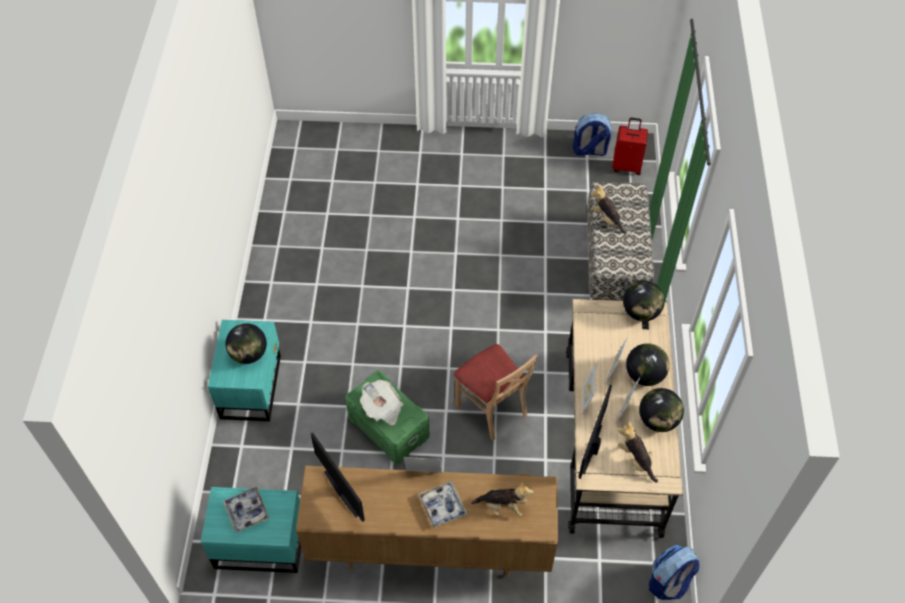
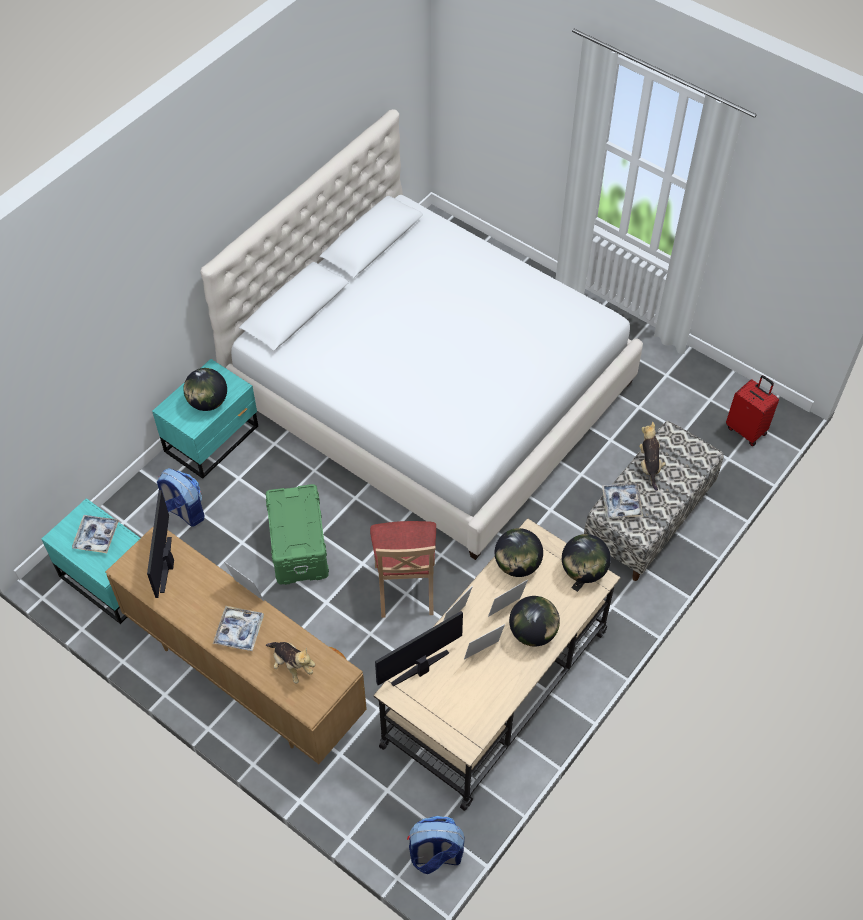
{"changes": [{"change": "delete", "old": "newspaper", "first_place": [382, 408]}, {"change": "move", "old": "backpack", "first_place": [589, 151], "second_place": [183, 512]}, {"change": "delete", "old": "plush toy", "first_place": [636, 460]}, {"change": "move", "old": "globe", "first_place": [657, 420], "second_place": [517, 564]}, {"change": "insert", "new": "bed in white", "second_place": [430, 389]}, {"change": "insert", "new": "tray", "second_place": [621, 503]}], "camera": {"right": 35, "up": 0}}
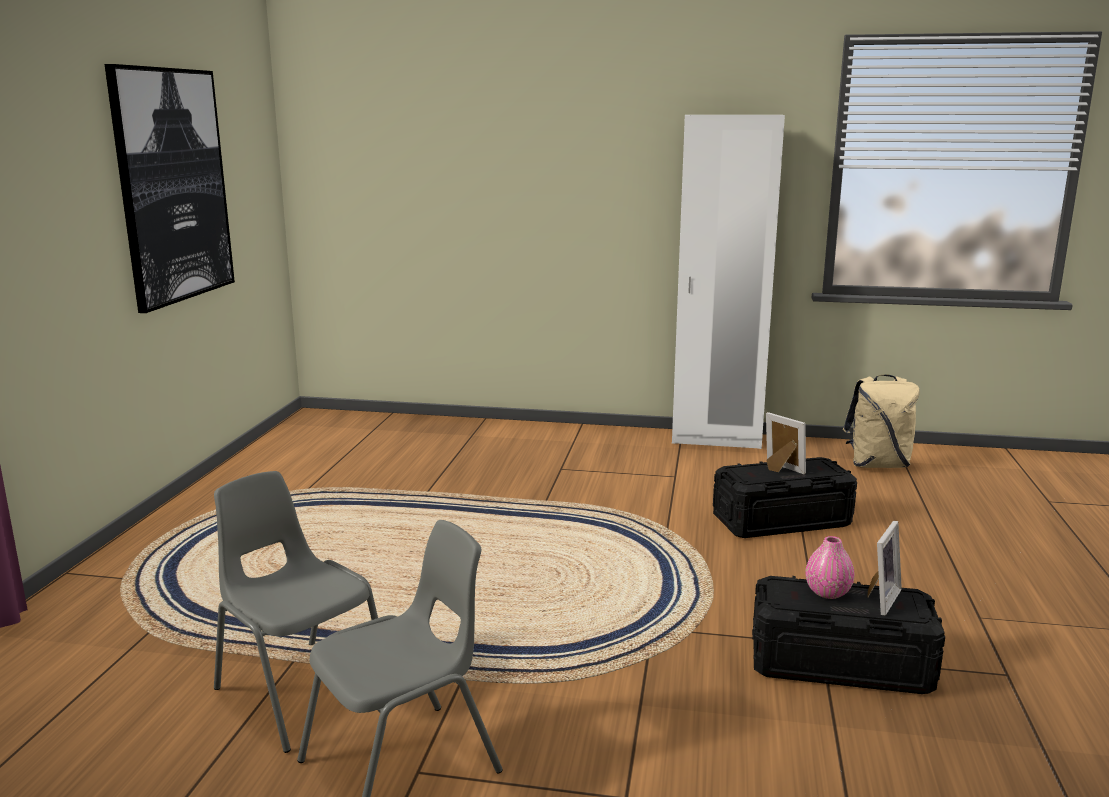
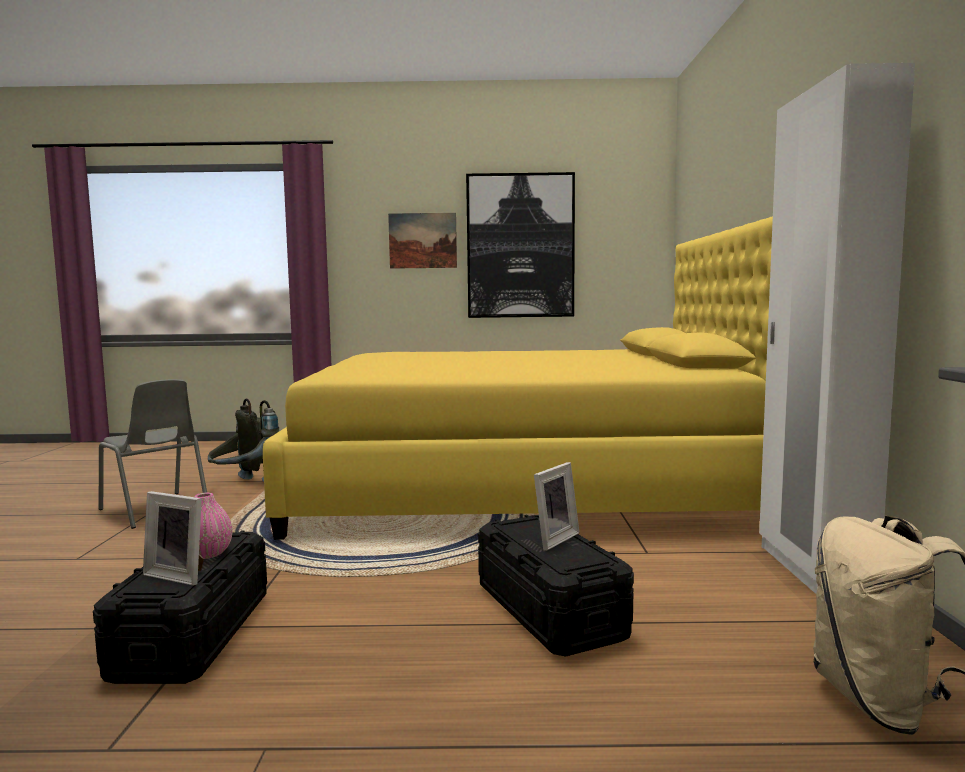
{"changes": [{"change": "replace", "old": "chair in grey", "new": "backpack in grey", "first_place": [301, 691], "second_place": [244, 485]}, {"change": "insert", "new": "bed in yellow", "second_place": [523, 487]}, {"change": "insert", "new": "picture", "second_place": [422, 240]}], "camera": {"right": 80, "up": -10}}
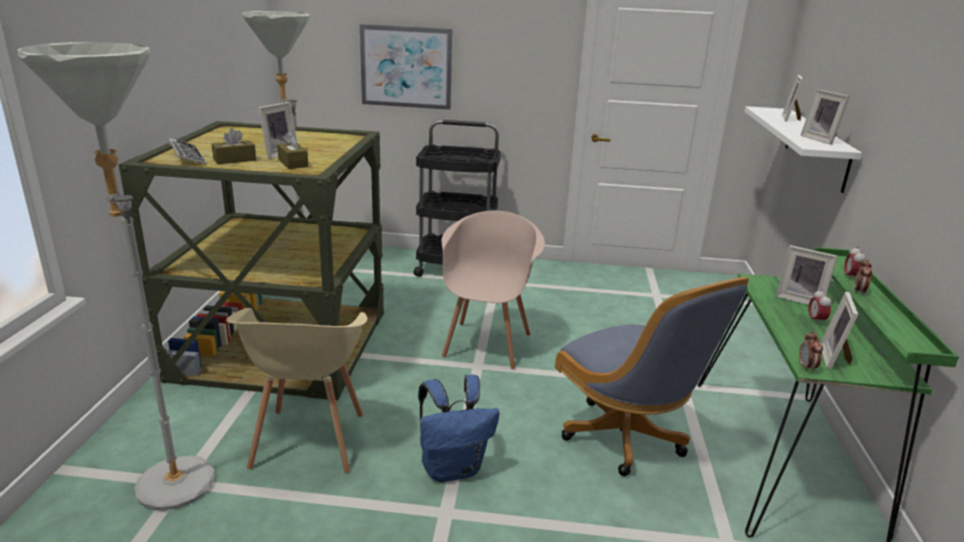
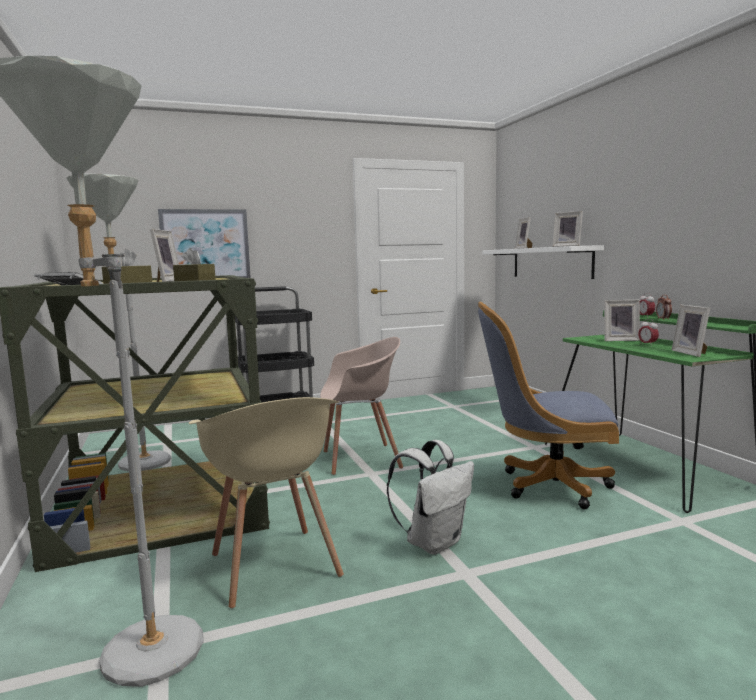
{"changes": [{"change": "recolor", "old": "backpack in blue", "new": "backpack in white", "first_place": [453, 468], "second_place": [434, 542]}, {"change": "rotate", "old": "chair in beige", "first_place": [487, 344], "second_place": [363, 459], "degrees": 90}, {"change": "rotate", "old": "office chair in blue", "first_place": [630, 443], "second_place": [544, 486], "degrees": 150}, {"change": "delete", "old": "alarm clock", "first_place": [806, 367]}], "camera": {"right": -25, "up": -15}}
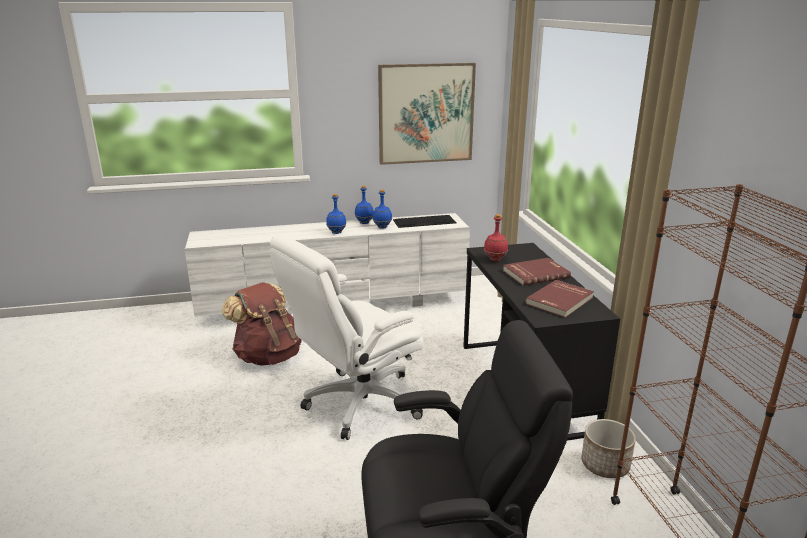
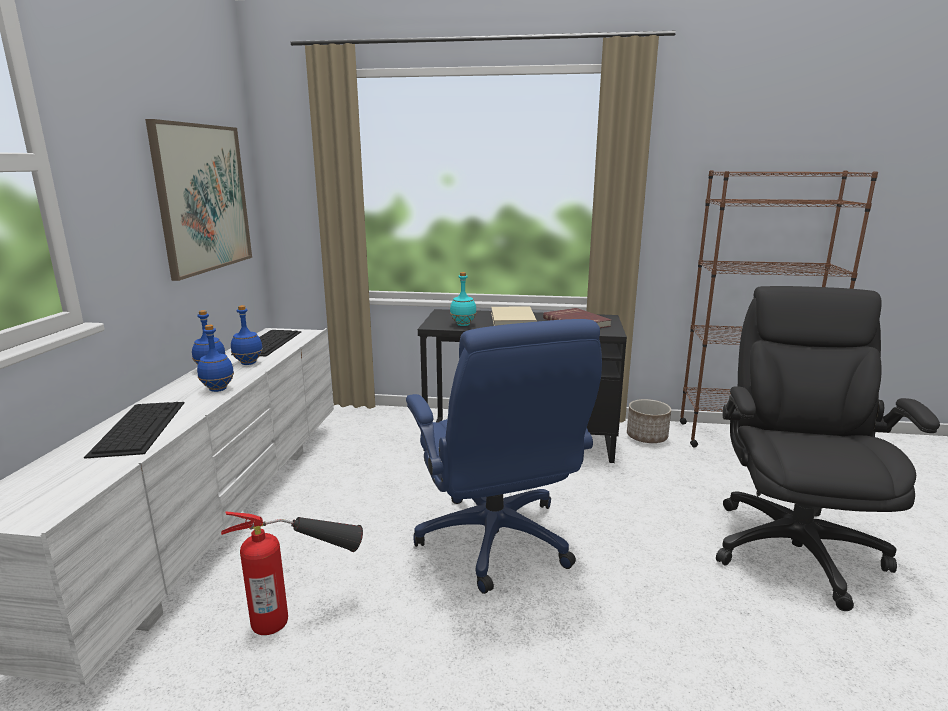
{"changes": [{"change": "replace", "old": "backpack in brown", "new": "fire extinguisher", "first_place": [268, 356], "second_place": [304, 612]}, {"change": "recolor", "old": "office chair in white", "new": "office chair in blue", "first_place": [355, 405], "second_place": [497, 546]}, {"change": "recolor", "old": "bottle in red", "new": "bottle in turquoise", "first_place": [495, 259], "second_place": [463, 325]}, {"change": "recolor", "old": "book in red", "new": "book in beige", "first_place": [535, 273], "second_place": [511, 319]}, {"change": "insert", "new": "keyboard", "second_place": [139, 427]}], "camera": {"right": -70, "up": -5}}
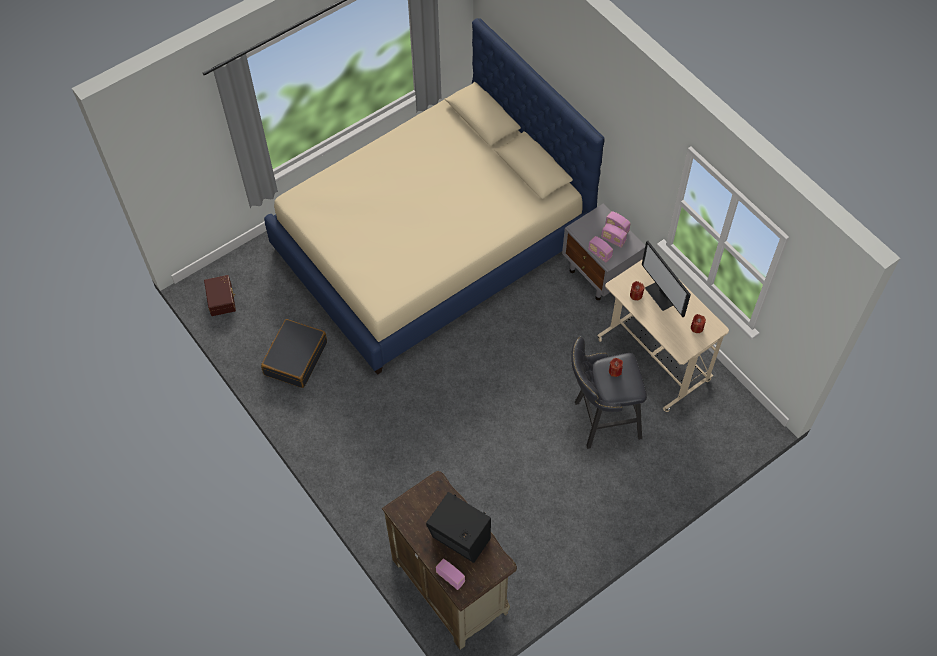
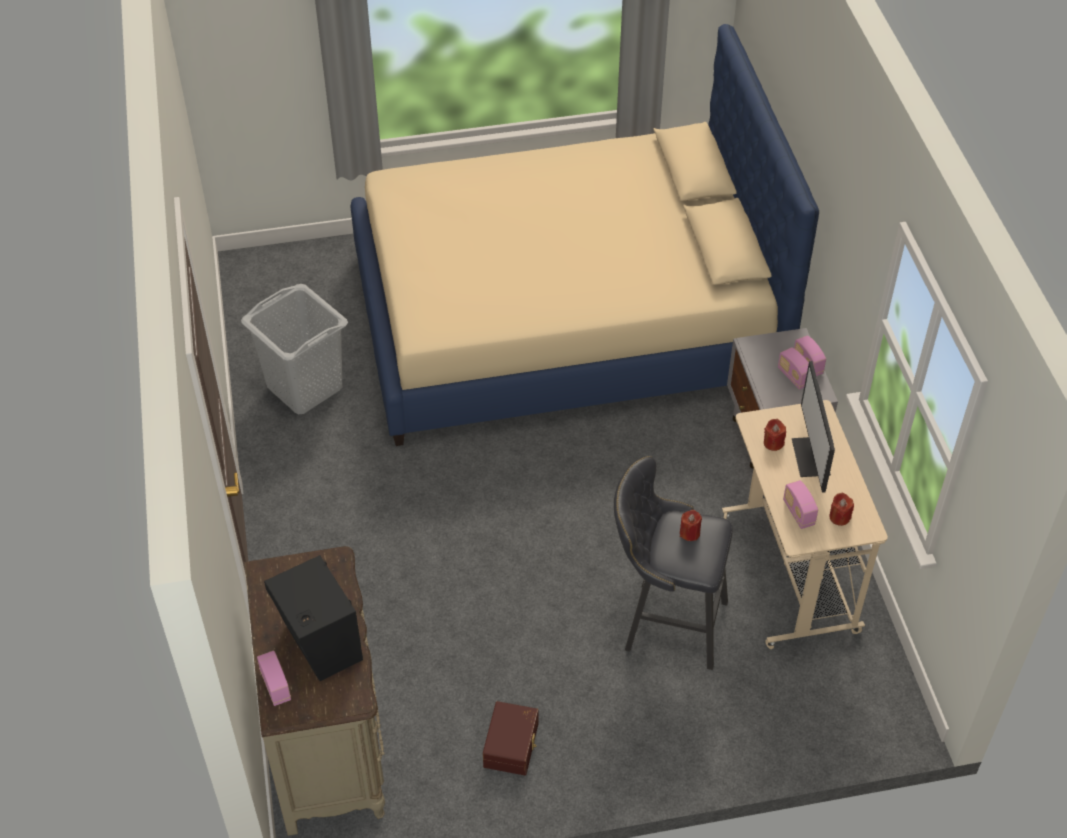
{"changes": [{"change": "move", "old": "storage box in brown", "first_place": [222, 299], "second_place": [512, 745]}, {"change": "replace", "old": "suitcase in black", "new": "laundry basket in grey", "first_place": [295, 358], "second_place": [304, 387]}, {"change": "move", "old": "radio", "first_place": [599, 254], "second_place": [798, 513]}], "camera": {"right": 25, "up": -10}}
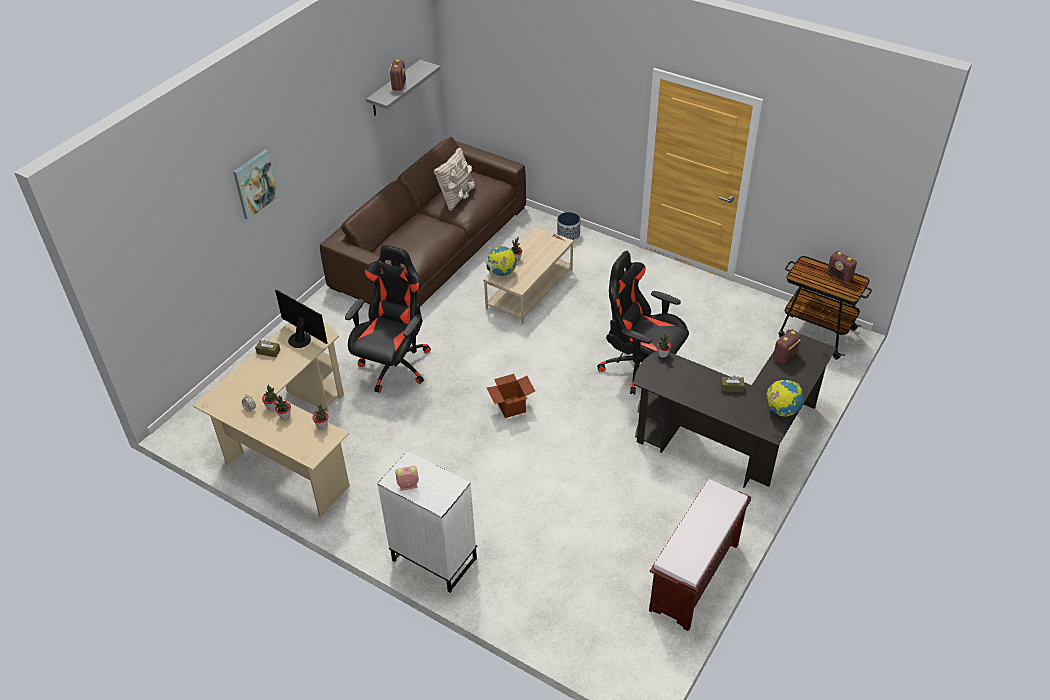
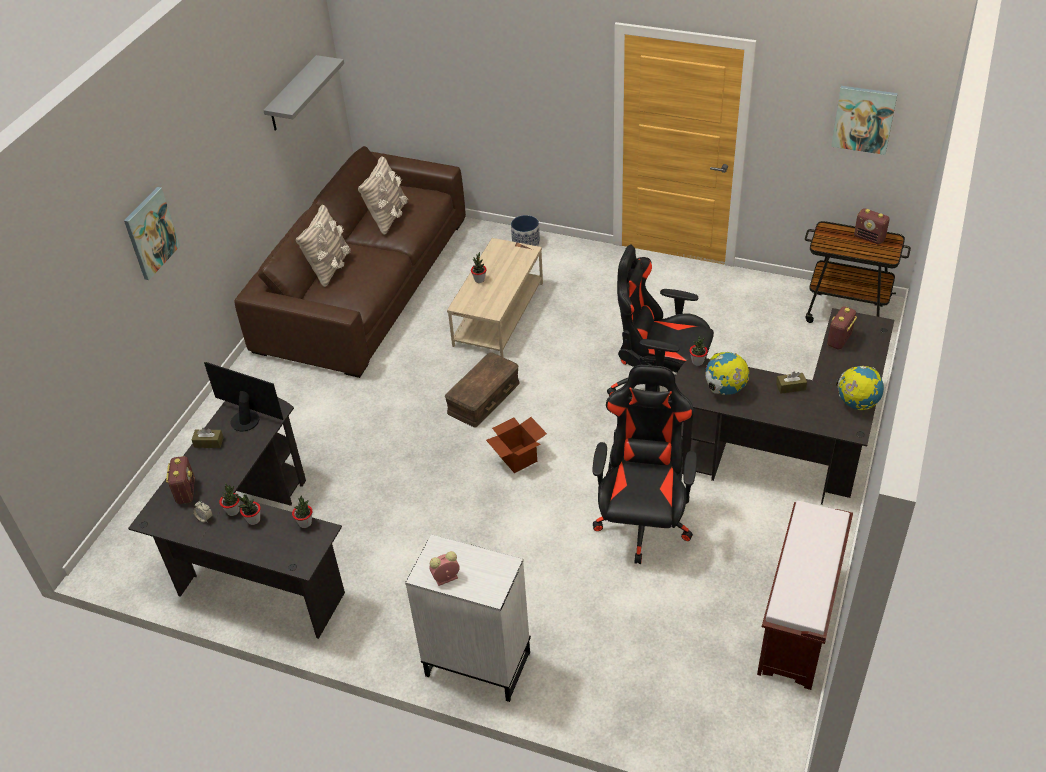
{"changes": [{"change": "recolor", "old": "desk in beige", "new": "desk in black", "first_place": [291, 444], "second_place": [255, 554]}, {"change": "move", "old": "office chair in black", "first_place": [393, 370], "second_place": [642, 527]}, {"change": "move", "old": "radio", "first_place": [399, 85], "second_place": [185, 491]}, {"change": "move", "old": "globe", "first_place": [501, 273], "second_place": [725, 389]}, {"change": "insert", "new": "pillow in beige", "second_place": [330, 268]}, {"change": "insert", "new": "storage box in brown", "second_place": [483, 397]}, {"change": "insert", "new": "picture", "second_place": [863, 119]}], "camera": {"right": -10, "up": 0}}
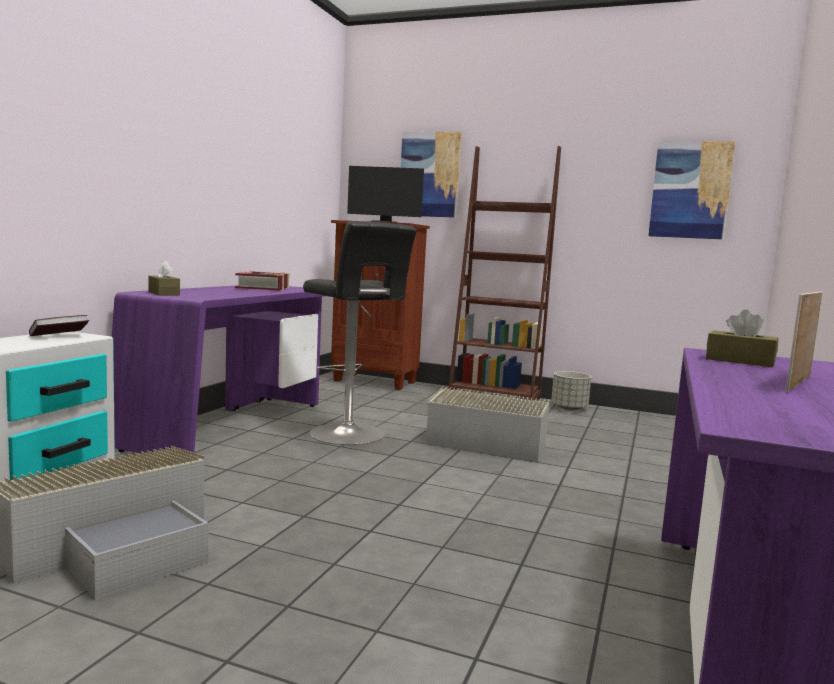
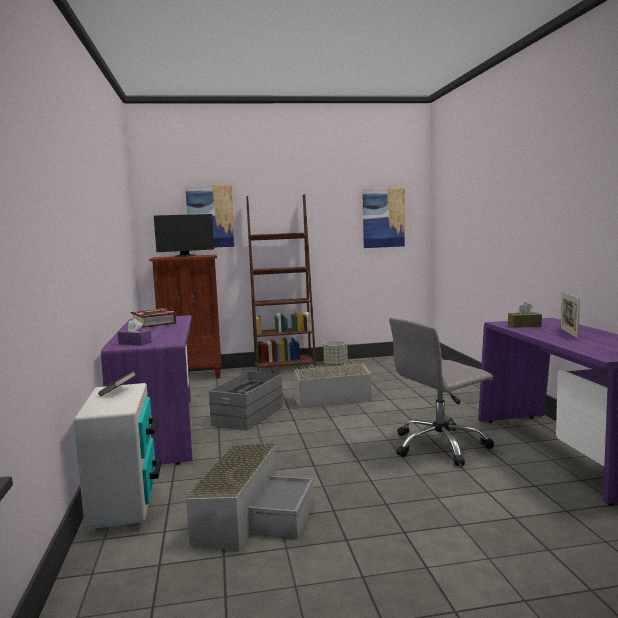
{"changes": [{"change": "recolor", "old": "tissue box in brown", "new": "tissue box in purple", "first_place": [164, 293], "second_place": [135, 343]}, {"change": "replace", "old": "stool in black", "new": "storage box in grey", "first_place": [350, 435], "second_place": [248, 415]}, {"change": "insert", "new": "office chair in grey", "second_place": [440, 446]}], "camera": {"right": -30, "up": 0}}
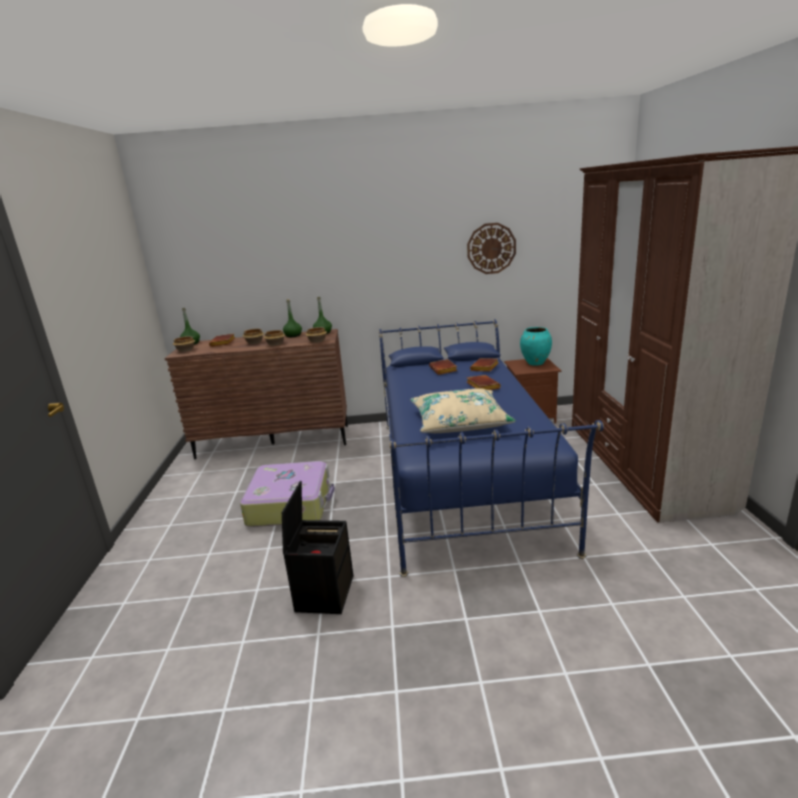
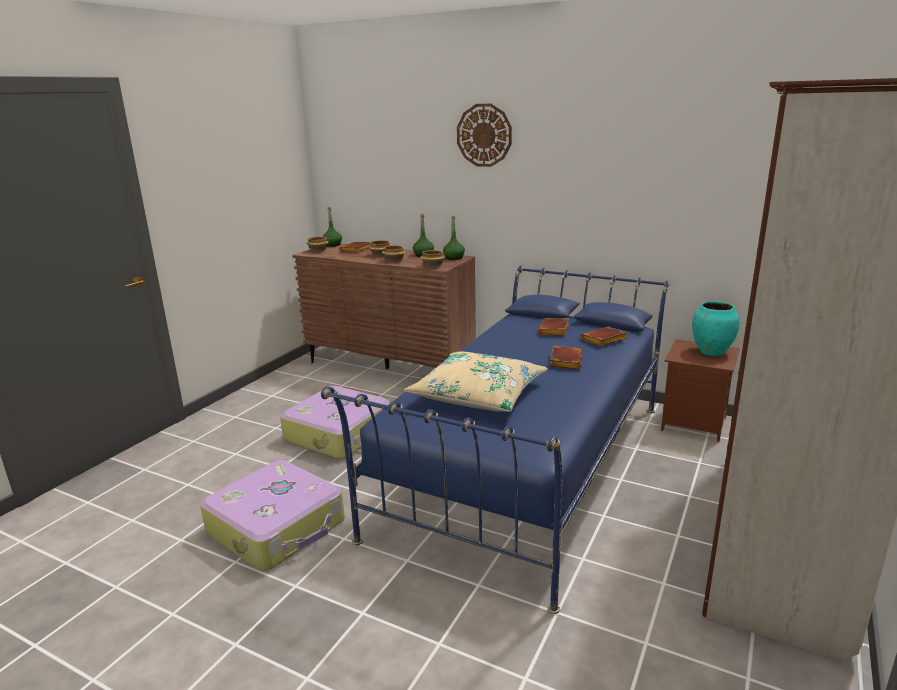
{"changes": [{"change": "replace", "old": "storage box in black", "new": "suitcase", "first_place": [324, 592], "second_place": [278, 527]}, {"change": "move", "old": "wall clock", "first_place": [491, 248], "second_place": [484, 135]}], "camera": {"right": 30, "up": 0}}
